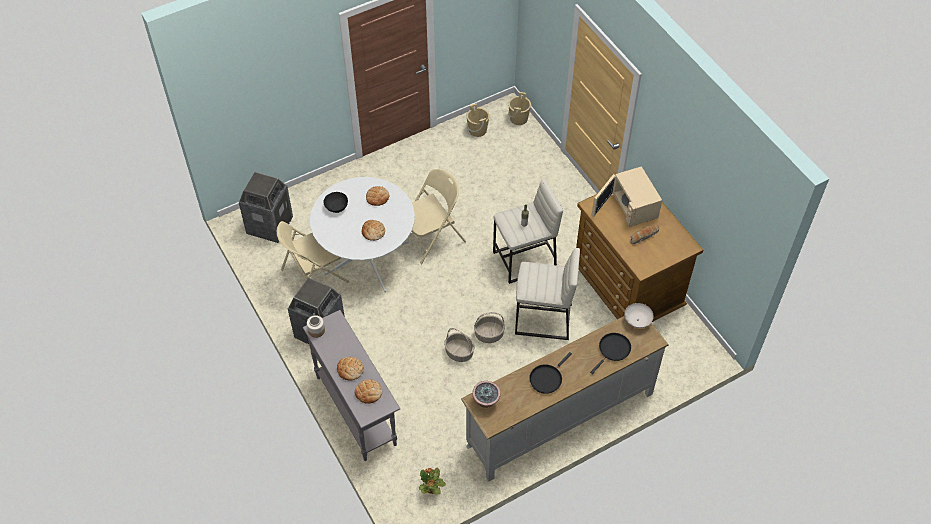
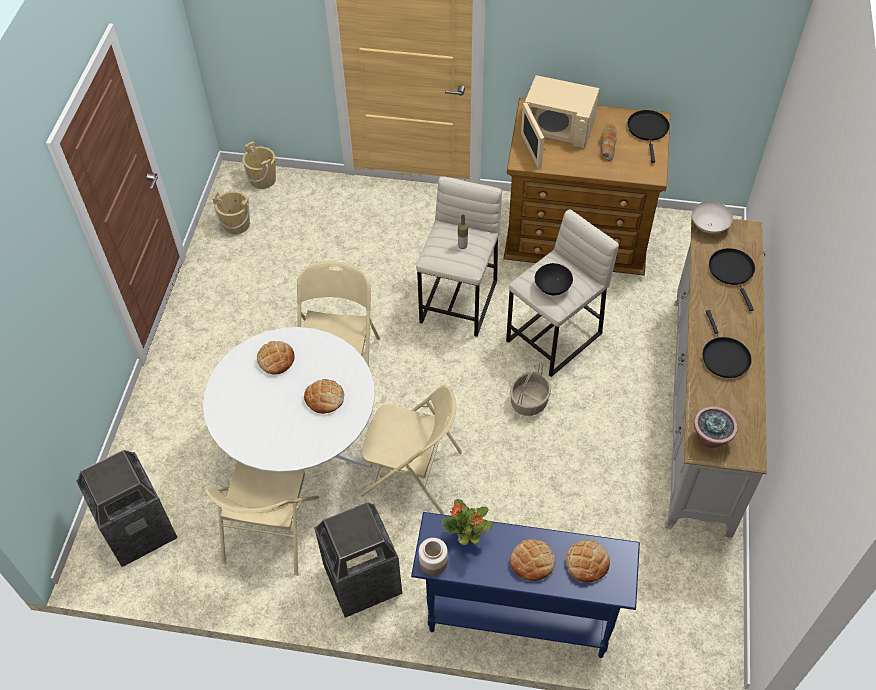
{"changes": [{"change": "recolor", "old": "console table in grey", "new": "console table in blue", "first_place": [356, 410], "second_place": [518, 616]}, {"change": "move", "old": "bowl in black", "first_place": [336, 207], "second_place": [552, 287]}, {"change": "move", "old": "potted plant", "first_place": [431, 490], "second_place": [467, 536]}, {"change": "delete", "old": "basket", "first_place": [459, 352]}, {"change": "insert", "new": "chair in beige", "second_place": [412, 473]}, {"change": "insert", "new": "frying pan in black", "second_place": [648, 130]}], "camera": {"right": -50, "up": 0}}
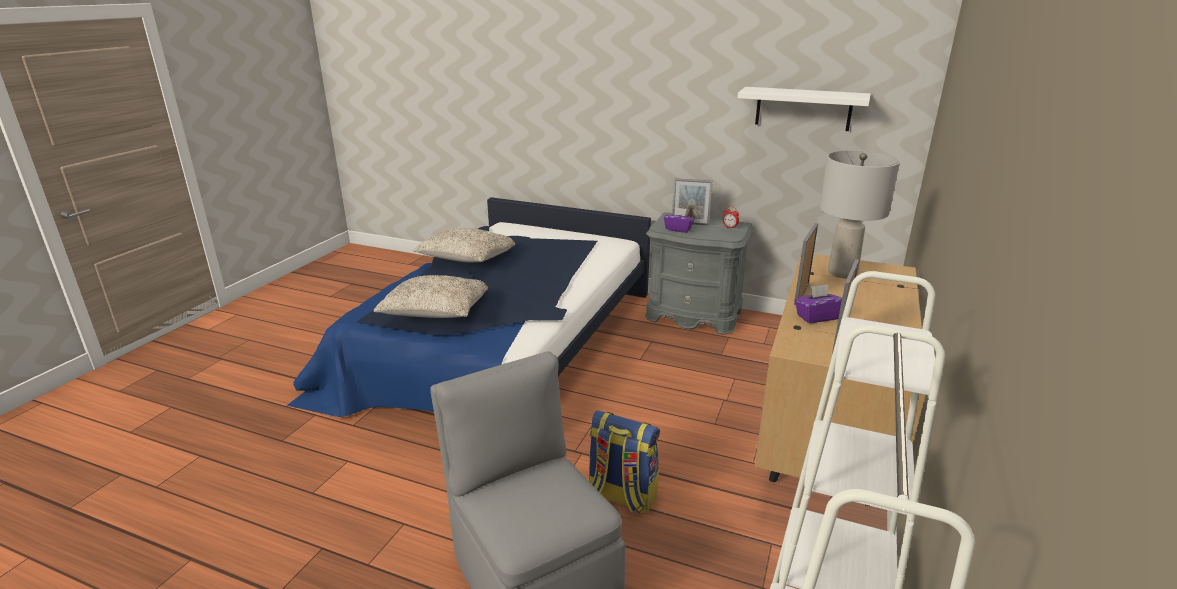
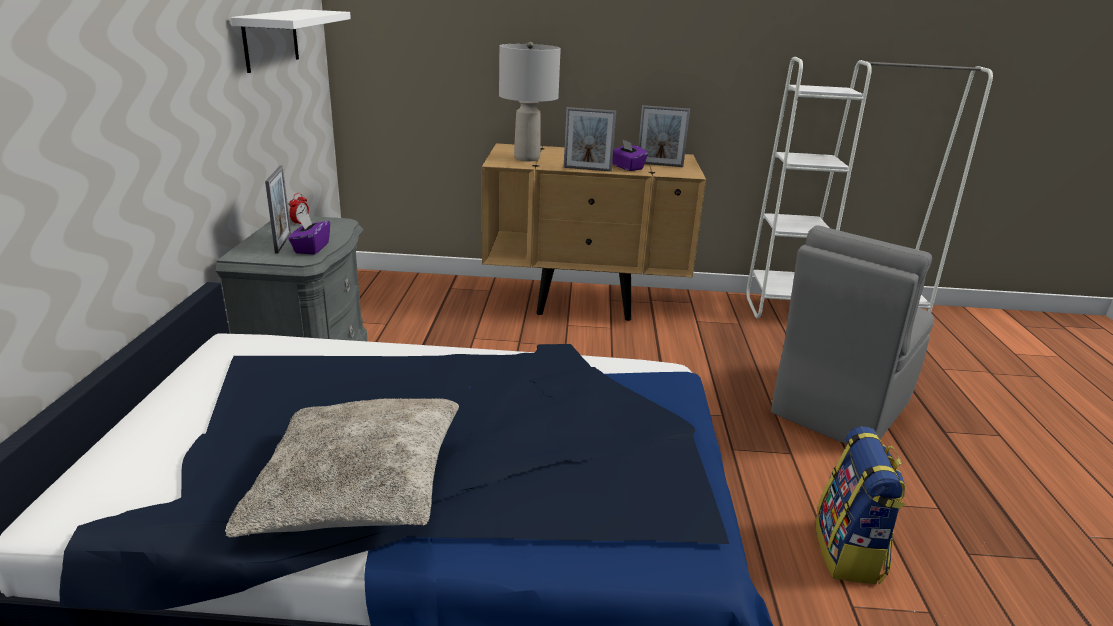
{"changes": [{"change": "delete", "old": "pillow in beige", "first_place": [436, 312]}, {"change": "move", "old": "backpack", "first_place": [621, 496], "second_place": [849, 552]}], "camera": {"right": -110, "up": 0}}
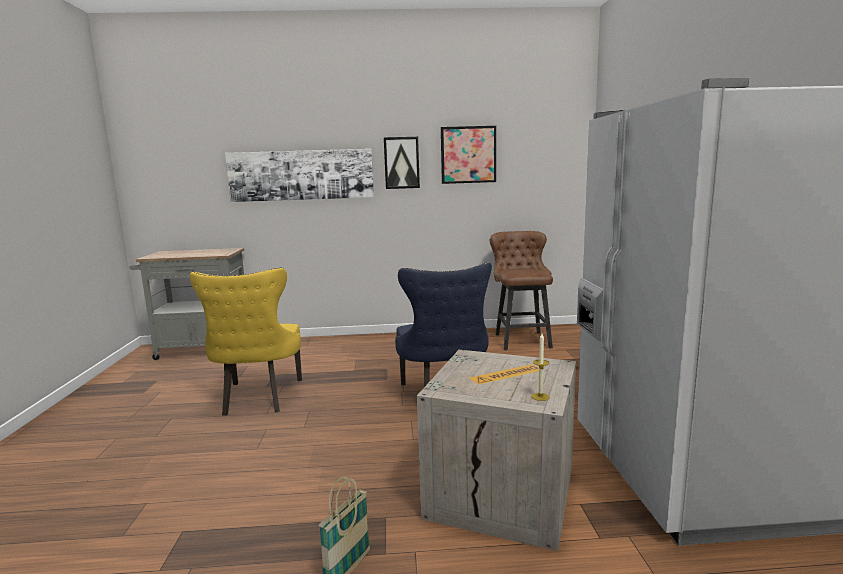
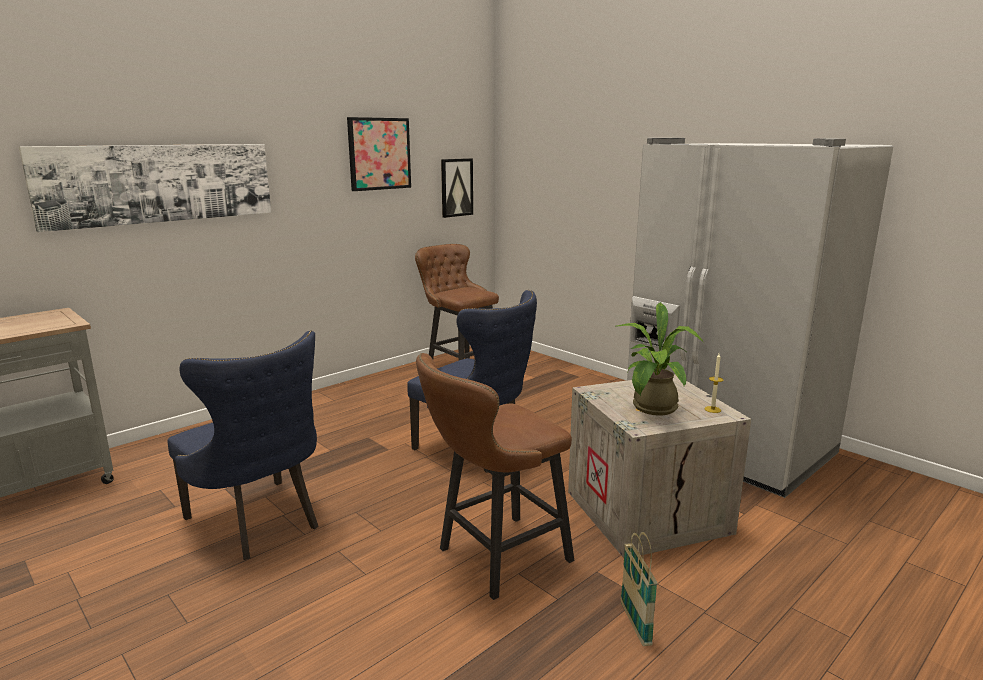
{"changes": [{"change": "recolor", "old": "chair in yellow", "new": "chair in blue", "first_place": [259, 398], "second_place": [259, 521]}, {"change": "move", "old": "picture", "first_place": [401, 163], "second_place": [456, 187]}, {"change": "insert", "new": "stool in brown", "second_place": [492, 560]}, {"change": "insert", "new": "potted plant", "second_place": [653, 410]}], "camera": {"right": -40, "up": 5}}
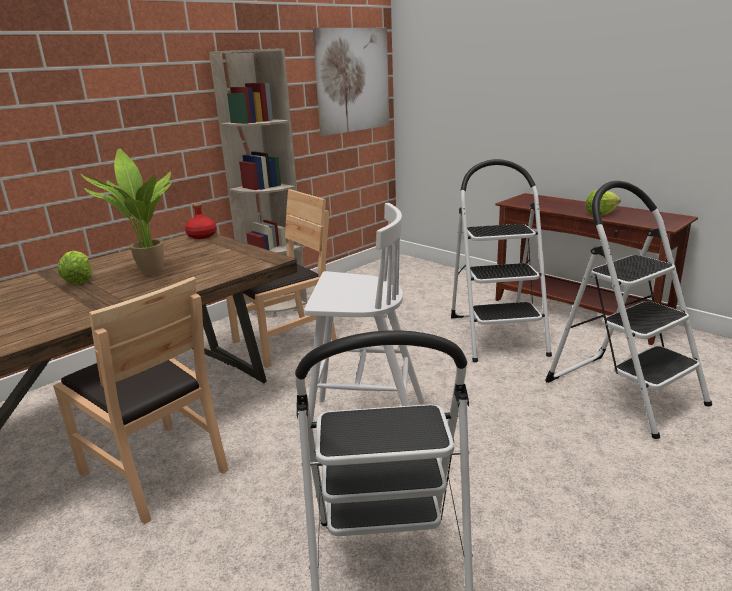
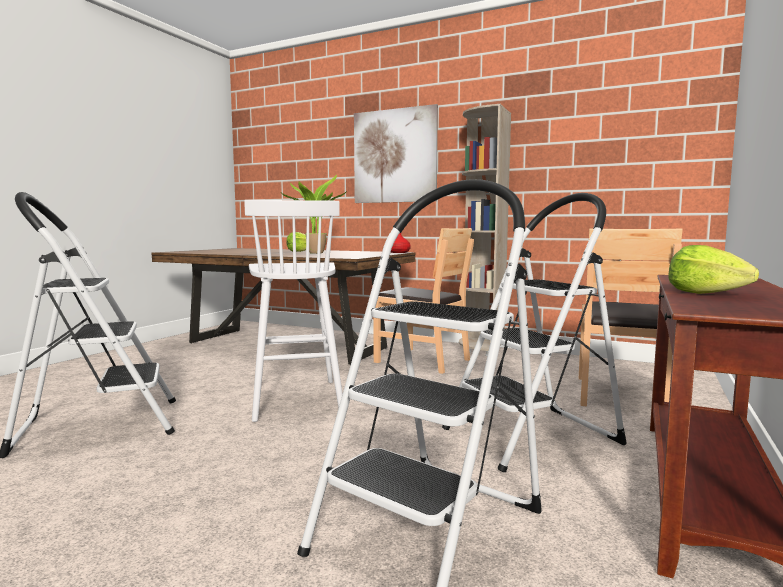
{"changes": [{"change": "move", "old": "chair in brown", "first_place": [155, 470], "second_place": [620, 395]}, {"change": "move", "old": "picture", "first_place": [353, 80], "second_place": [394, 156]}], "camera": {"right": 70, "up": -15}}
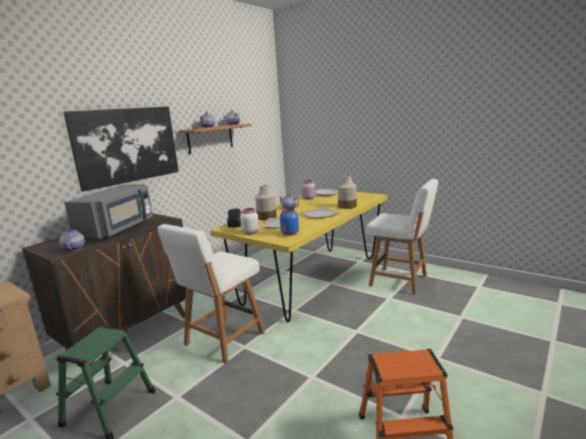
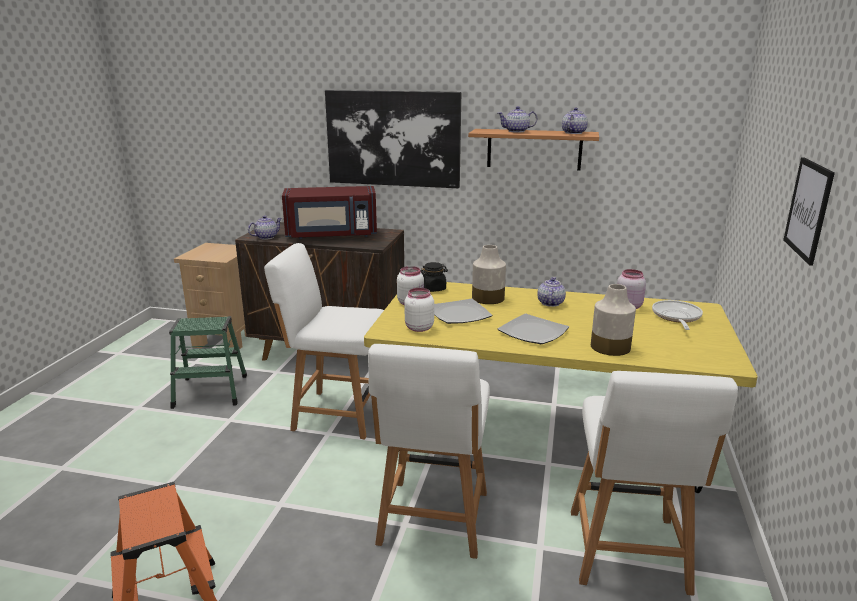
{"changes": [{"change": "recolor", "old": "microwave in grey", "new": "microwave in red", "first_place": [118, 229], "second_place": [332, 235]}, {"change": "recolor", "old": "jar in blue", "new": "jar in white", "first_place": [289, 233], "second_place": [418, 328]}, {"change": "insert", "new": "chair in white", "second_place": [433, 521]}, {"change": "insert", "new": "picture", "second_place": [808, 209]}], "camera": {"right": 65, "up": 5}}
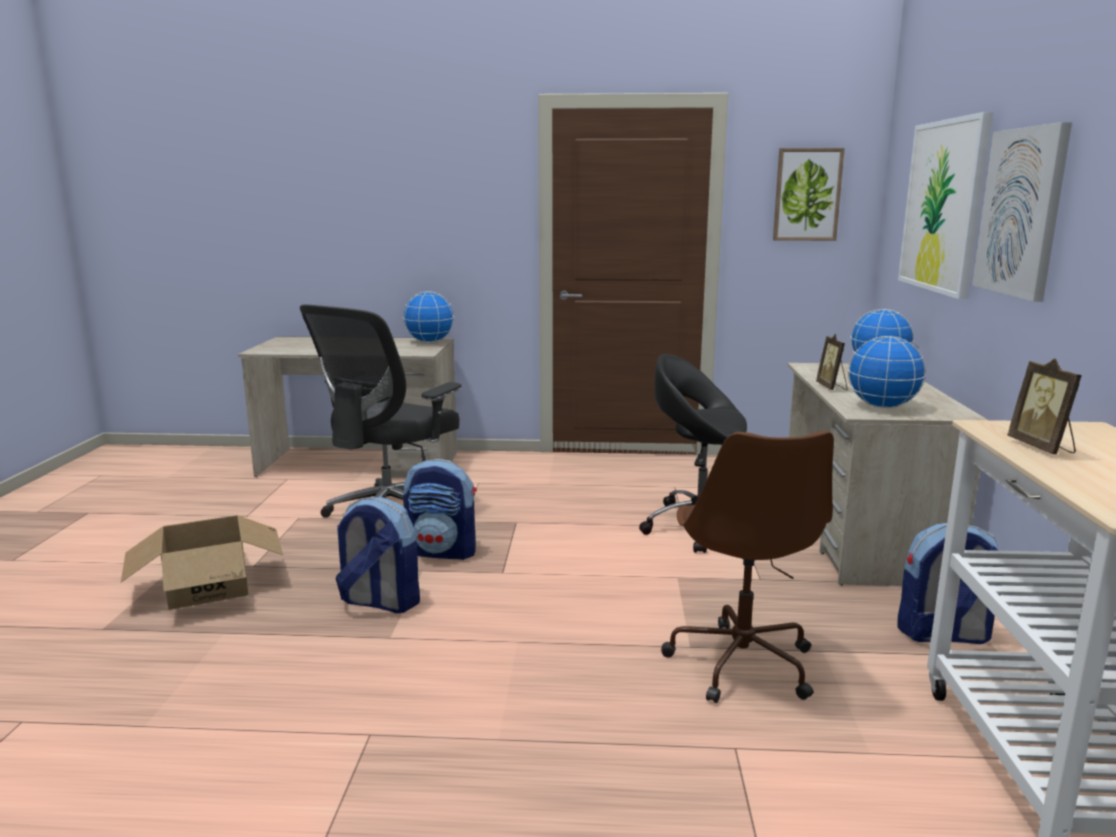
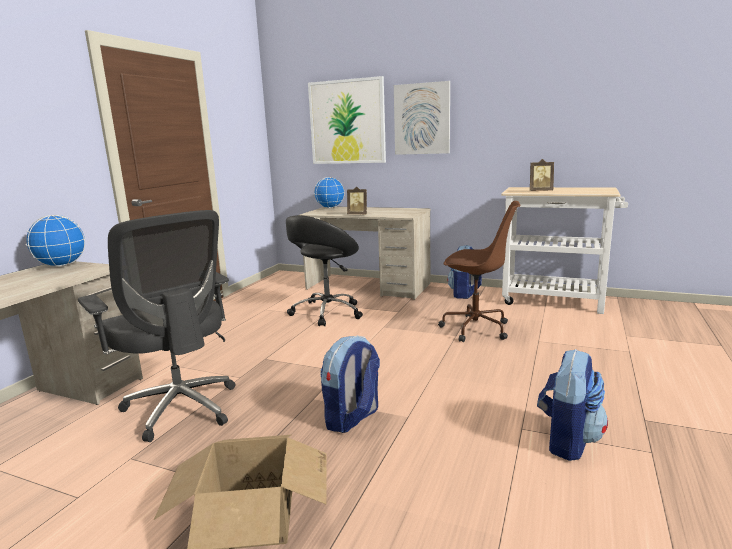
{"changes": [{"change": "move", "old": "backpack", "first_place": [443, 551], "second_place": [567, 440]}, {"change": "delete", "old": "picture", "first_place": [807, 194]}, {"change": "delete", "old": "globe", "first_place": [881, 407]}], "camera": {"right": -70, "up": 0}}
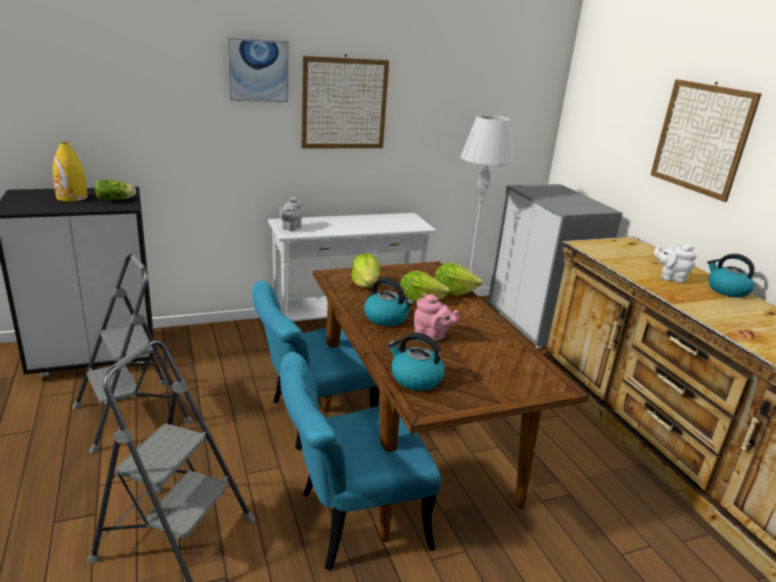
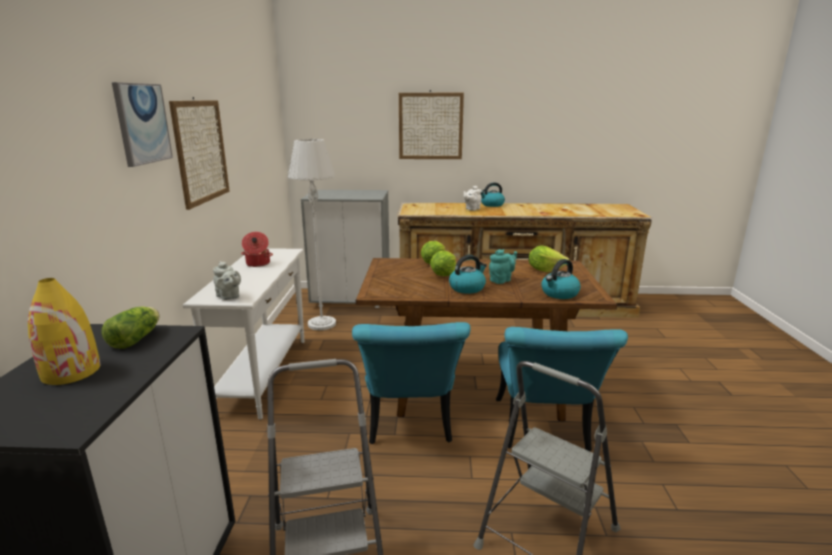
{"changes": [{"change": "move", "old": "lettuce", "first_place": [365, 284], "second_place": [545, 270]}, {"change": "recolor", "old": "teapot in pink", "new": "teapot in turquoise", "first_place": [432, 336], "second_place": [501, 280]}, {"change": "insert", "new": "cooking pot", "second_place": [257, 264]}], "camera": {"right": -65, "up": -5}}
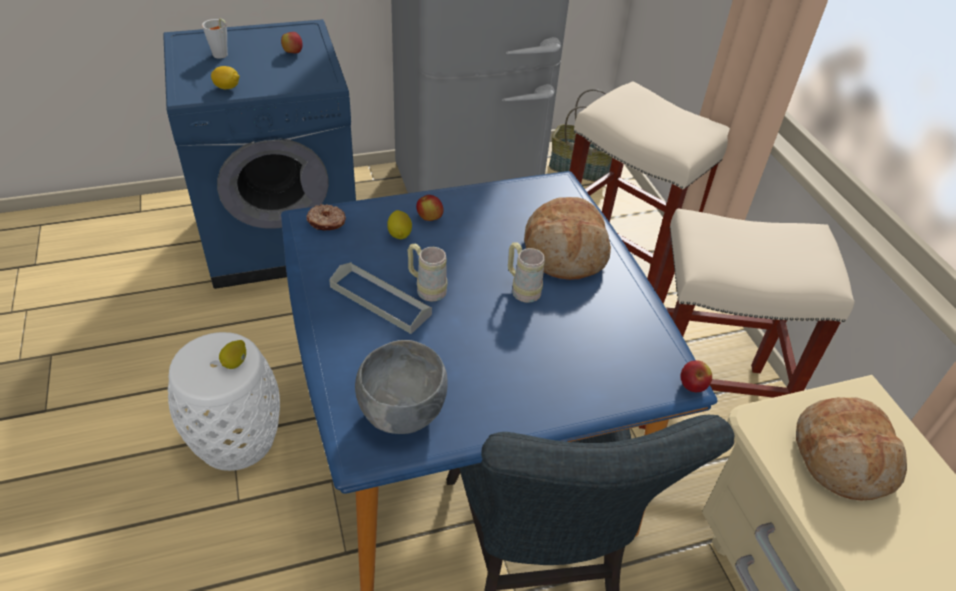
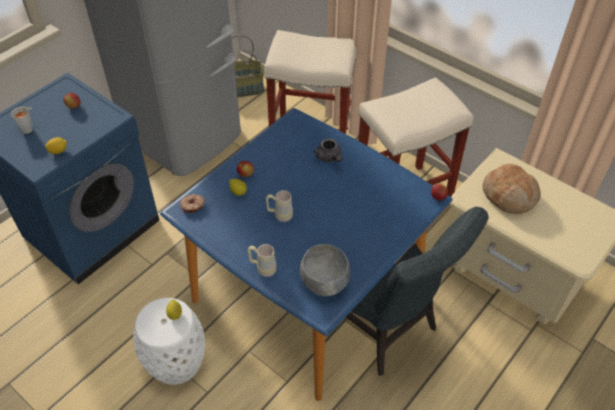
{"changes": [{"change": "delete", "old": "tray in grey", "first_place": [380, 300]}, {"change": "move", "old": "mug in beige", "first_place": [522, 289], "second_place": [263, 268]}, {"change": "replace", "old": "bread", "new": "teapot in grey", "first_place": [565, 251], "second_place": [329, 158]}], "camera": {"right": -30, "up": 5}}
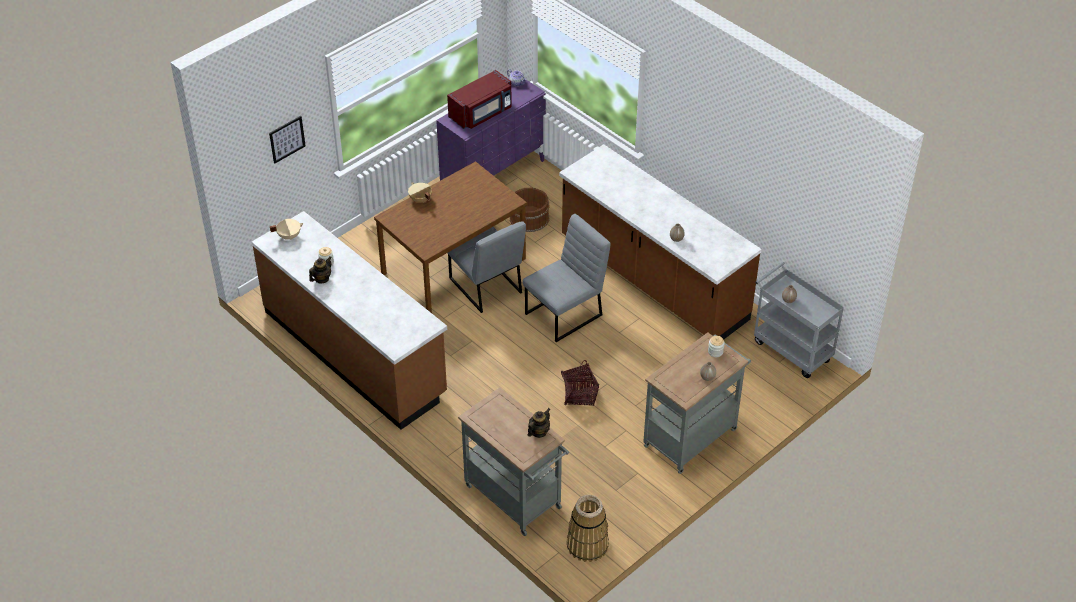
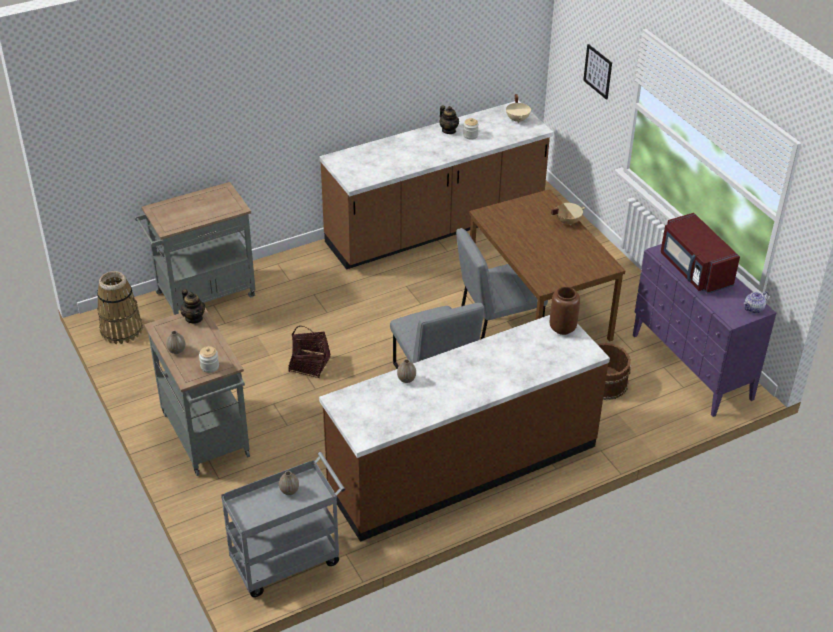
{"changes": [{"change": "move", "old": "teapot", "first_place": [538, 432], "second_place": [194, 318]}, {"change": "insert", "new": "vase in brown", "second_place": [562, 328]}], "camera": {"right": 105, "up": -5}}
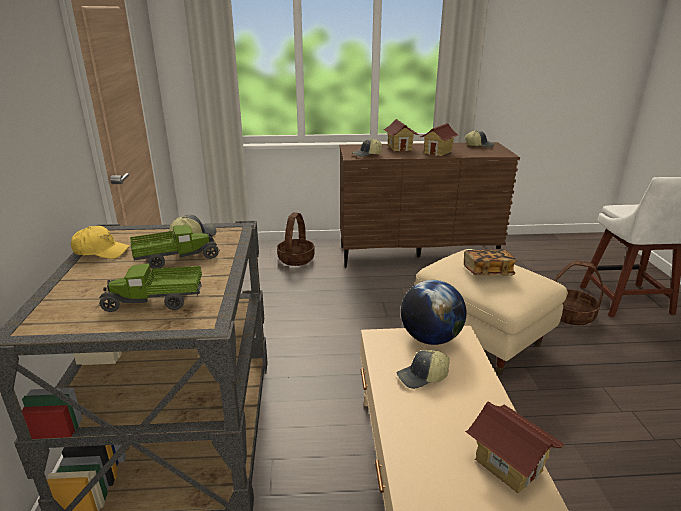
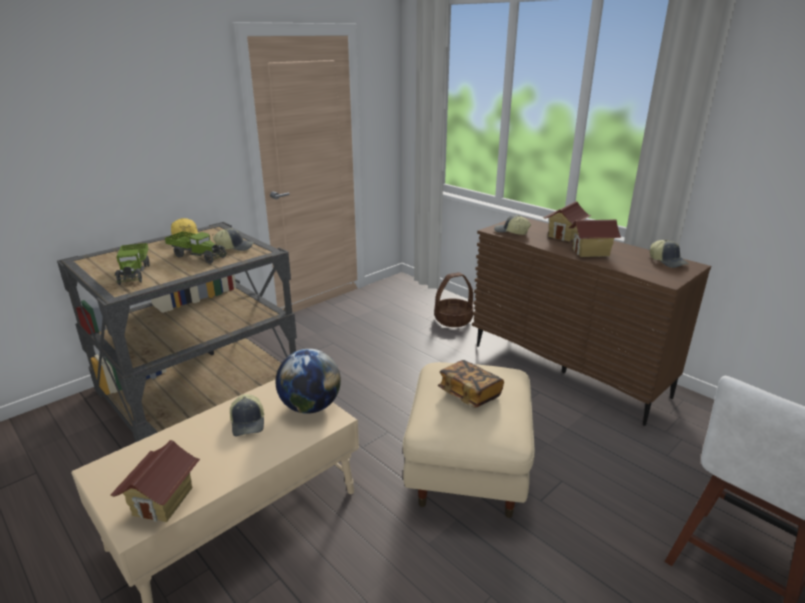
{"changes": [{"change": "rotate", "old": "toy truck", "first_place": [155, 302], "second_place": [134, 273], "degrees": -150}, {"change": "rotate", "old": "cap", "first_place": [422, 377], "second_place": [248, 422], "degrees": -135}, {"change": "delete", "old": "basket", "first_place": [571, 315]}], "camera": {"right": 50, "up": 0}}
